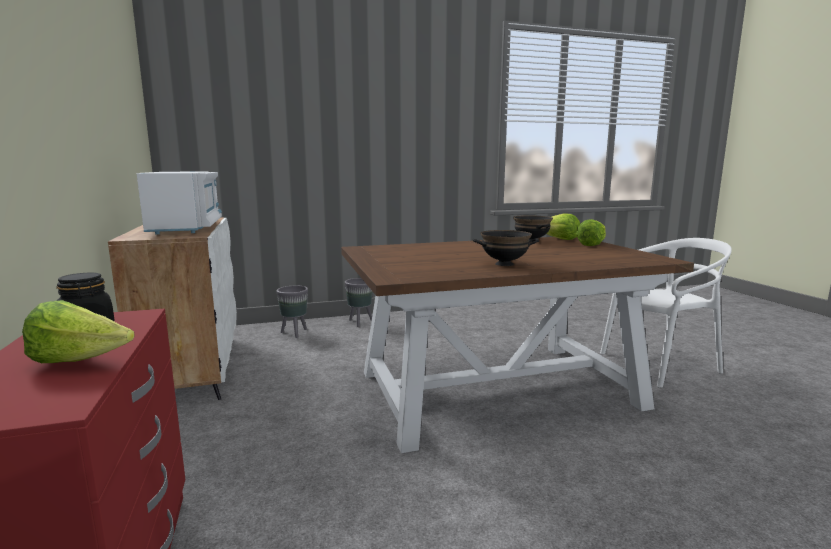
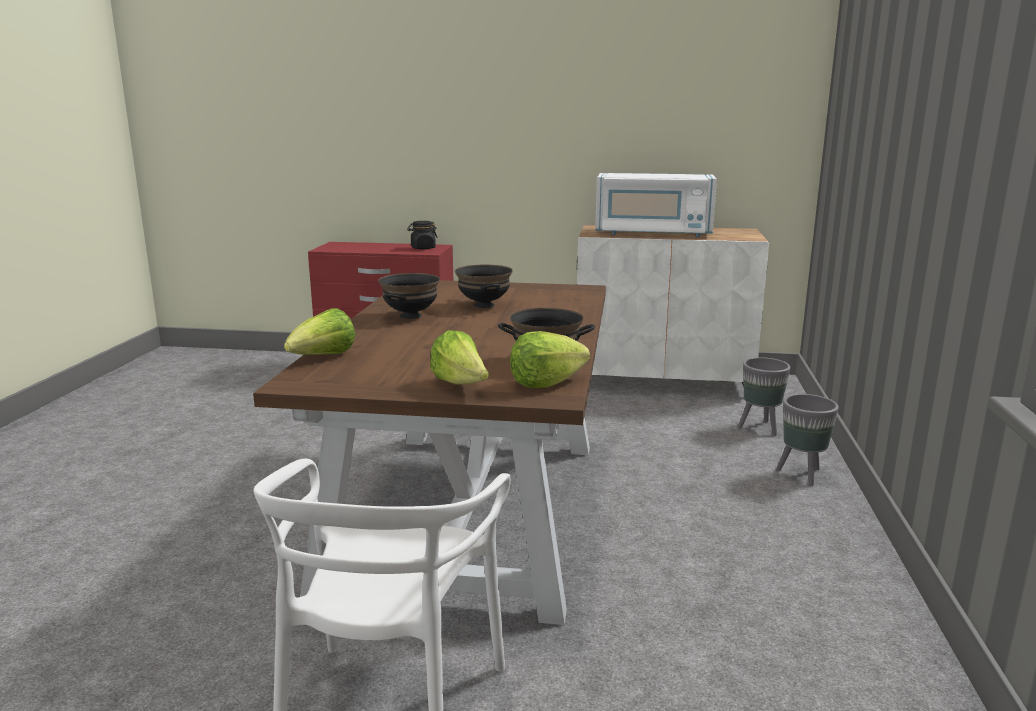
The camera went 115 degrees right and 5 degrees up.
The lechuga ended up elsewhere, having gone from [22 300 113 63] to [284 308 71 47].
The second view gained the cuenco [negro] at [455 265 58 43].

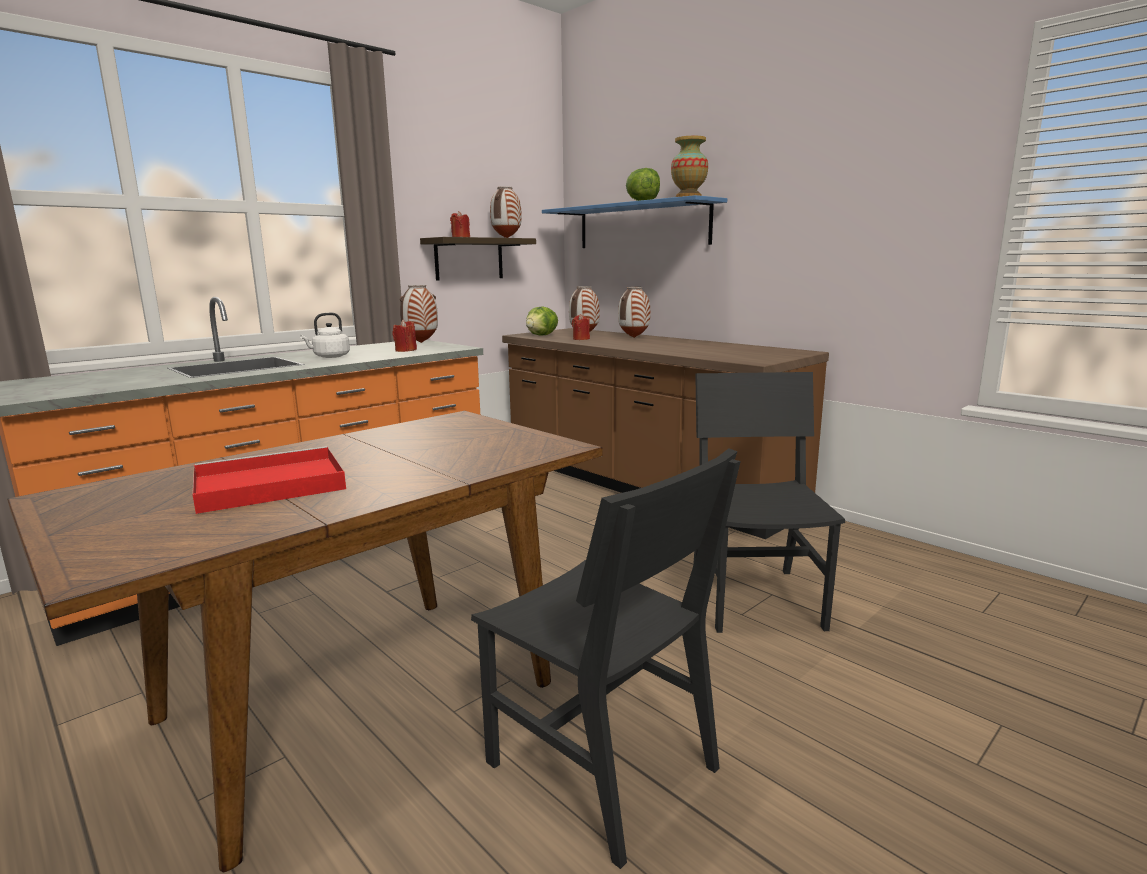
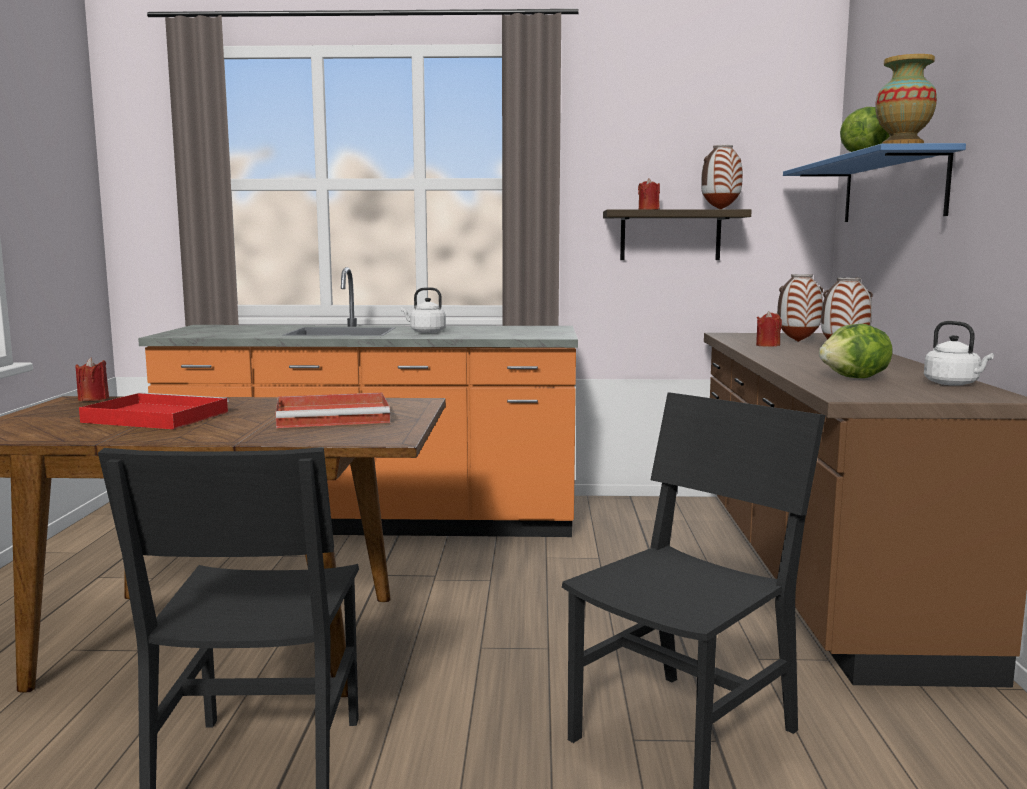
The camera went 45 degrees right and 5 degrees down.
The second view lost the florero at [400 285 38 58].
The lechuga ended up elsewhere, having gone from [526 306 32 29] to [819 324 74 54].
The vela [rojo] ended up elsewhere, having gone from [392 320 25 32] to [75 357 34 44].
The second view gained the hervidor [blanco] at [924 321 70 65].
The second view gained the bandeja [rojo] at [275 393 116 35].

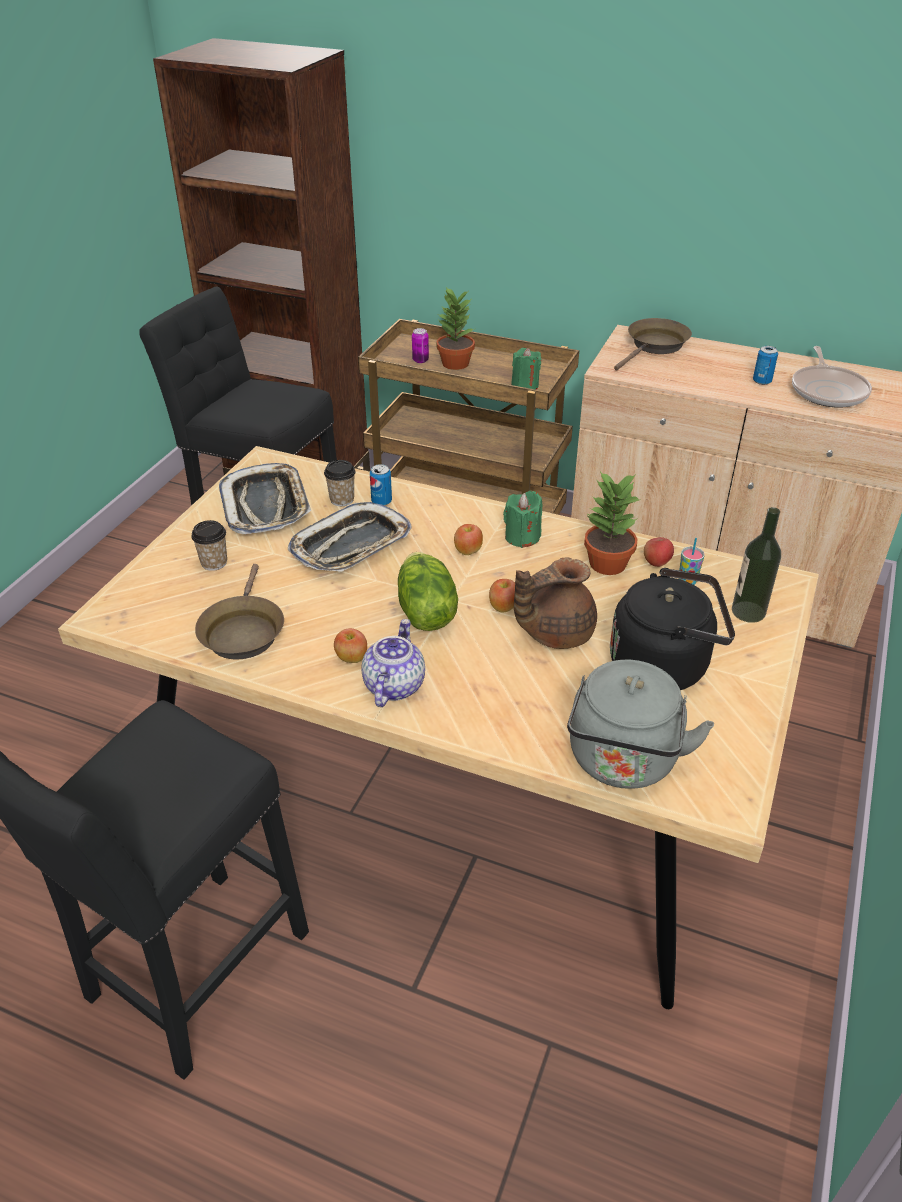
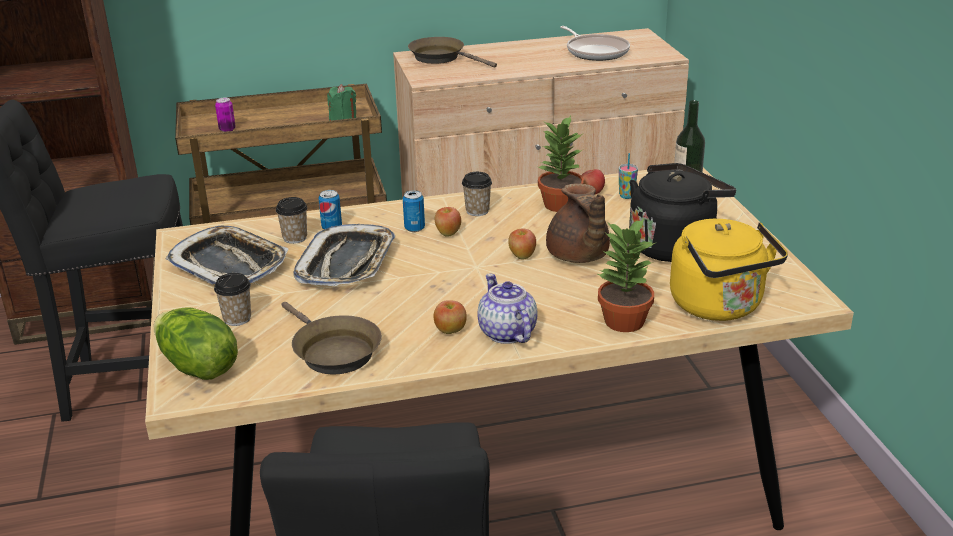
The camera went 35 degrees left and 10 degrees down.
The planta en maceta ended up elsewhere, having gone from [436 287 39 83] to [596 219 59 113].
The sartén [marrón] at [614 318 78 52] ended up facing another way, 60 degrees counterclockwise from before.
The lata ended up elsewhere, having gone from [753 346 25 39] to [403 190 22 42].
Where the vela [verde] stood at [503 491 39 57], the taza came to stand at [462 172 30 44].
The lechuga ended up elsewhere, having gone from [398 552 60 79] to [154 307 84 73].
The tetera [marrón] at [514 558 83 91] ended up facing another way, 45 degrees counterclockwise from before.
What was the hervidor [gris] at [567 660 147 129] turned into the hervidor [amarillo] at [670 219 118 102].

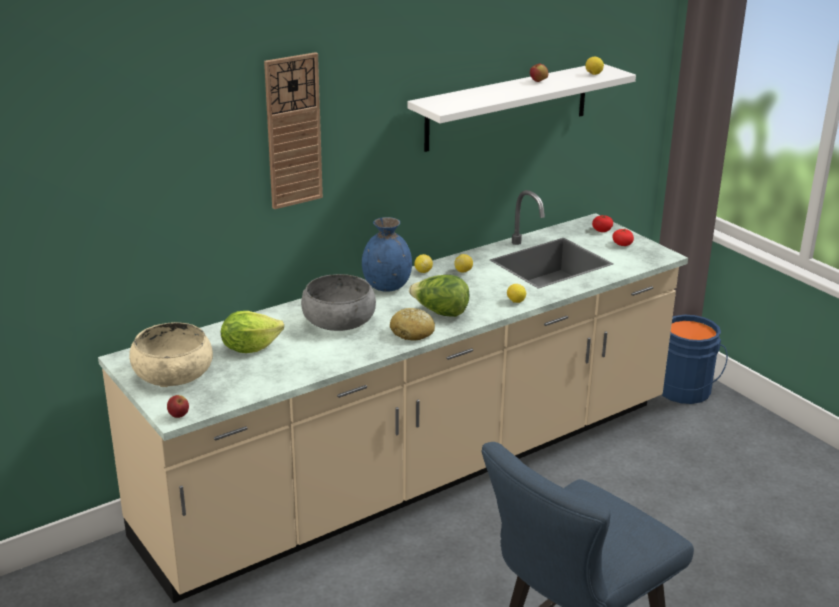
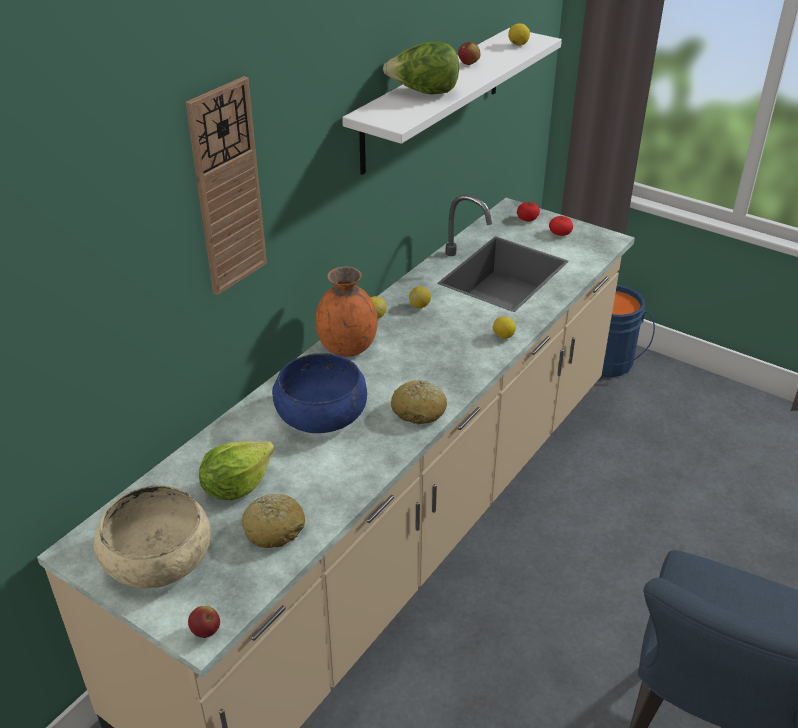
The camera went 20 degrees left and 10 degrees up.
What was the florero [azul] at [362 217 50 75] turned into the florero [naranja] at [315 267 63 90].
What was the cuenco [gris] at [301 274 75 57] turned into the cuenco [azul] at [272 353 95 80].
The lechuga ended up elsewhere, having gone from [409 275 60 42] to [383 41 76 53].
The second view gained the pan at [242 494 63 54].

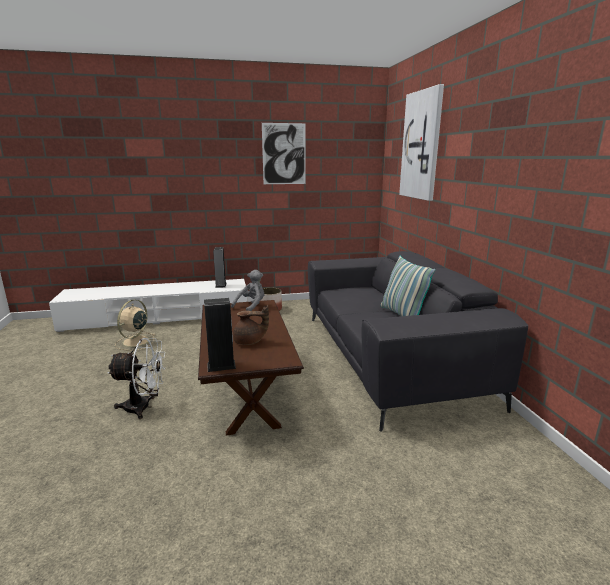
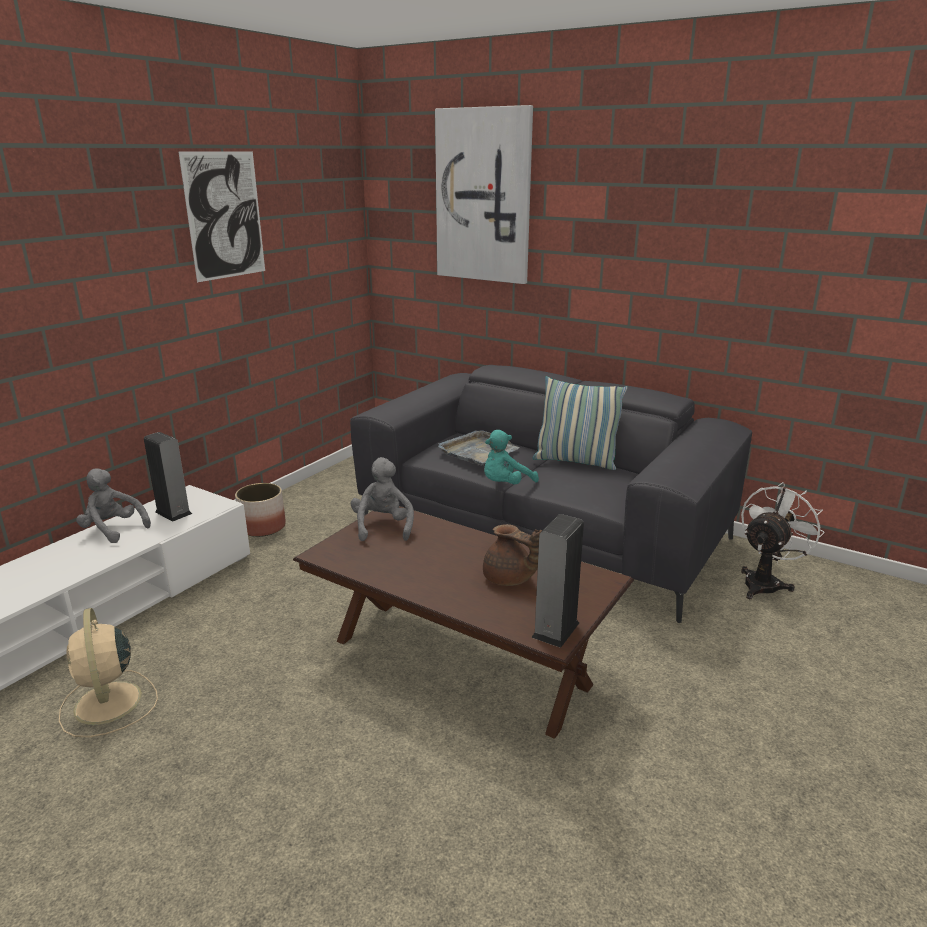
The camera went 45 degrees left and 5 degrees up.
The tetera [marrón] at [233 305 36 40] ended up facing another way, 90 degrees clockwise from before.
The ventilador [blanco] ended up elsewhere, having gone from [107 338 59 81] to [741 482 84 117].
The second view gained the bandeja [gris] at [438 430 82 35].
The second view gained the peluche [turquesa] at [484 430 55 55].
The second view gained the peluche [gris] at [76 469 75 74].

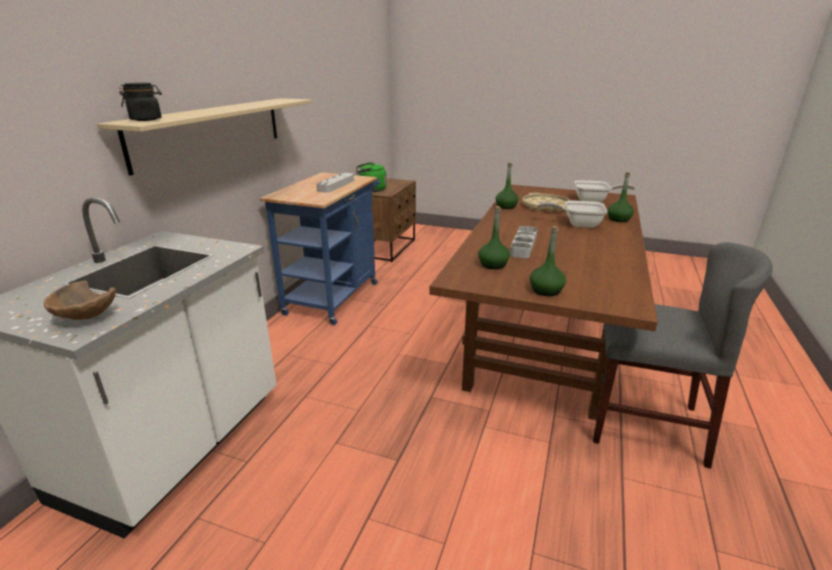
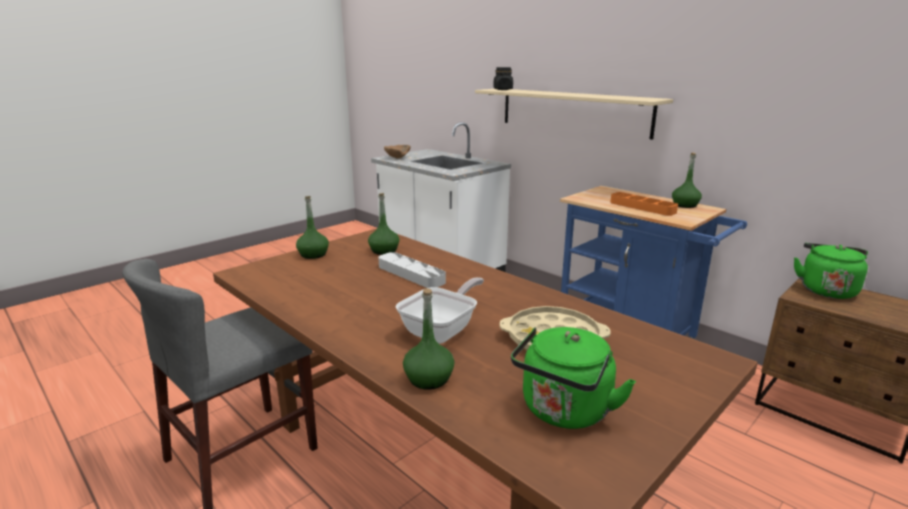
The camera went 115 degrees right and 5 degrees down.
The botella [verde] ended up elsewhere, having gone from [495 163 24 46] to [672 152 30 56].
What was the bandeja [gris] at [316 173 38 20] turned into the bandeja [naranja] at [610 192 68 24].
Where the sartén stood at [575 180 60 22], the hervidor [verde] came to stand at [511 327 125 102].

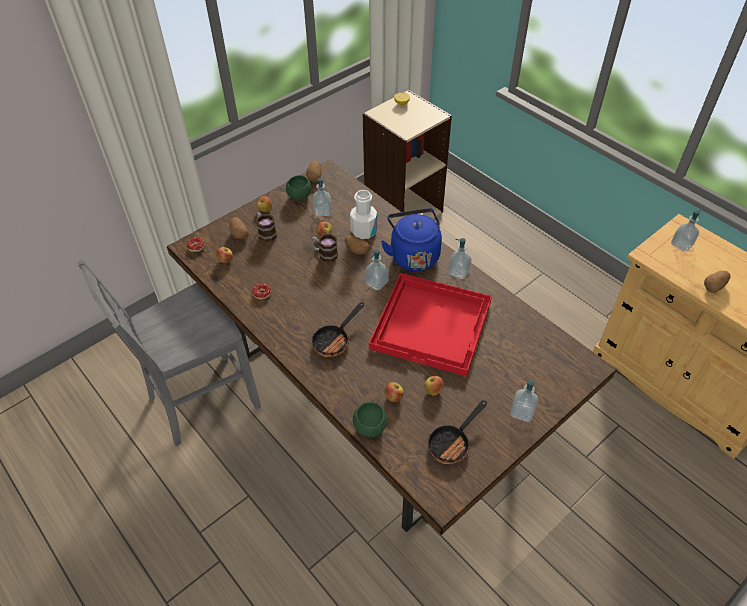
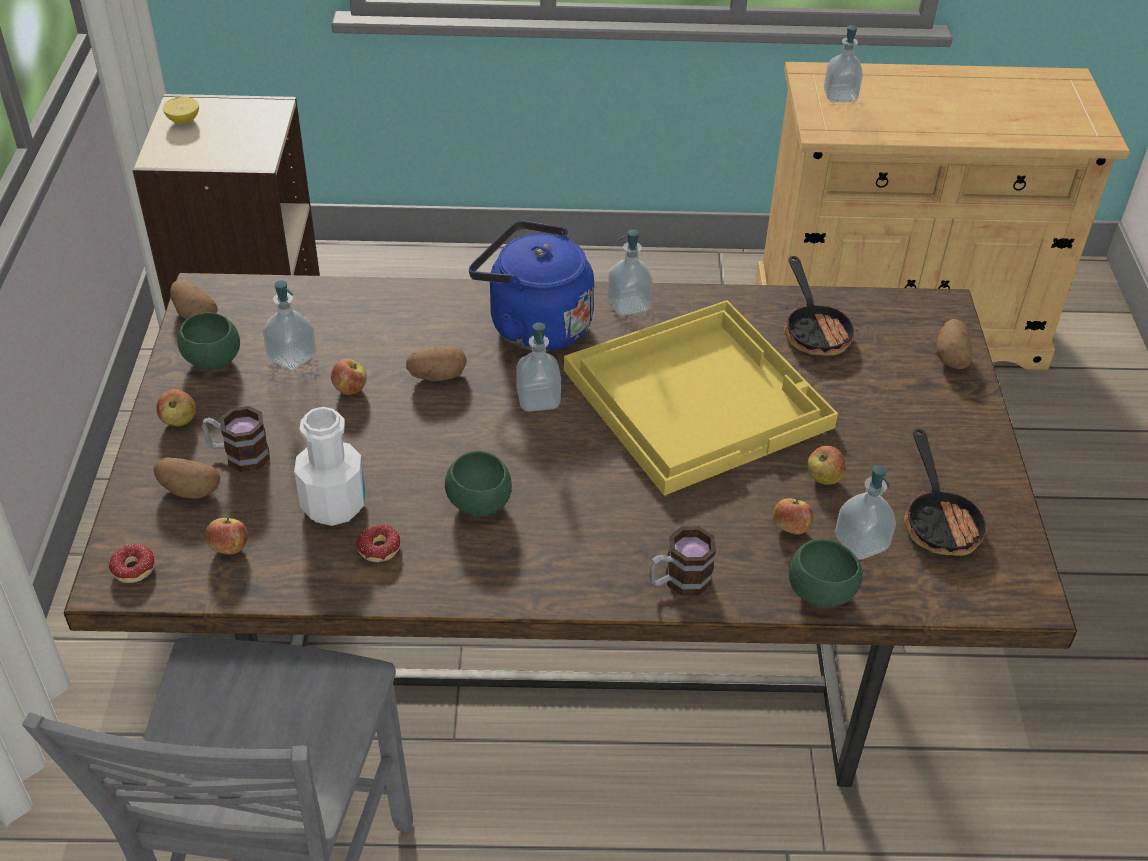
The camera went 50 degrees left and 5 degrees down.
The botella [blanco] ended up elsewhere, having gone from [350 190 27 49] to [294 407 71 119].
The taza grande ended up elsewhere, having gone from [311 234 27 28] to [650 526 66 70].
The patata ended up elsewhere, having gone from [704 271 27 22] to [936 319 37 50].
What was the bandeja [rojo] at [369 273 123 104] turned into the bandeja [amarillo] at [564 300 274 196].
The sartén ended up elsewhere, having gone from [311 302 53 55] to [784 256 74 100].
The dispensador de jabón ended up elsewhere, having gone from [510 380 28 42] to [835 465 61 95].
The second view gained the cuenco [verde] at [445 451 67 65].

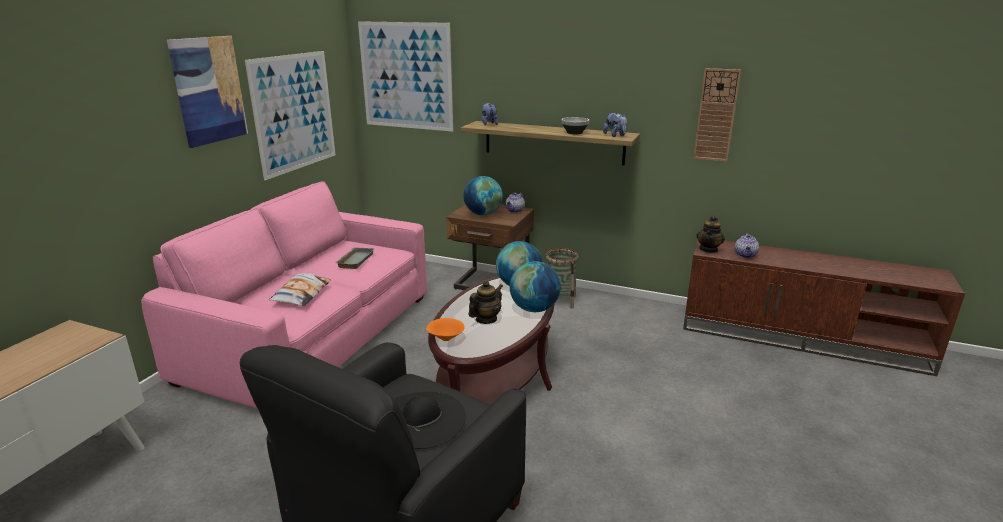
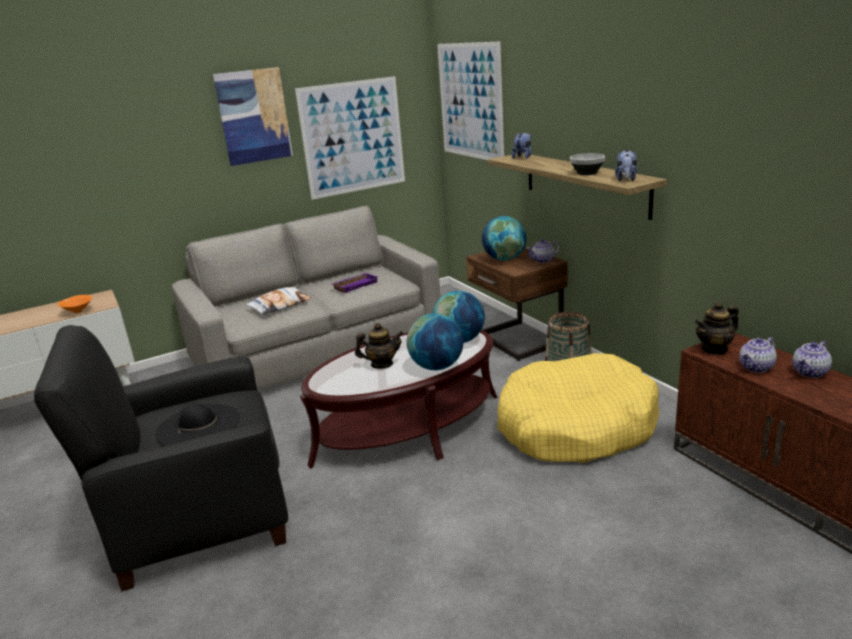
The camera went 40 degrees right and 0 degrees up.
The second view lost the reloj de pared at [693 68 48 94].
What was the sofá [rosa] at [141 181 286 228] turned into the sofá [gris] at [172 206 269 185].
What was the bandeja [gris] at [336 247 38 22] turned into the bandeja [morado] at [332 273 46 20].
The cuenco [naranja] ended up elsewhere, having gone from [426 318 39 23] to [57 295 35 18].
The second view gained the tetera at [792 341 40 37].
The second view gained the cama para perro [amarillo] at [497 353 163 110].

